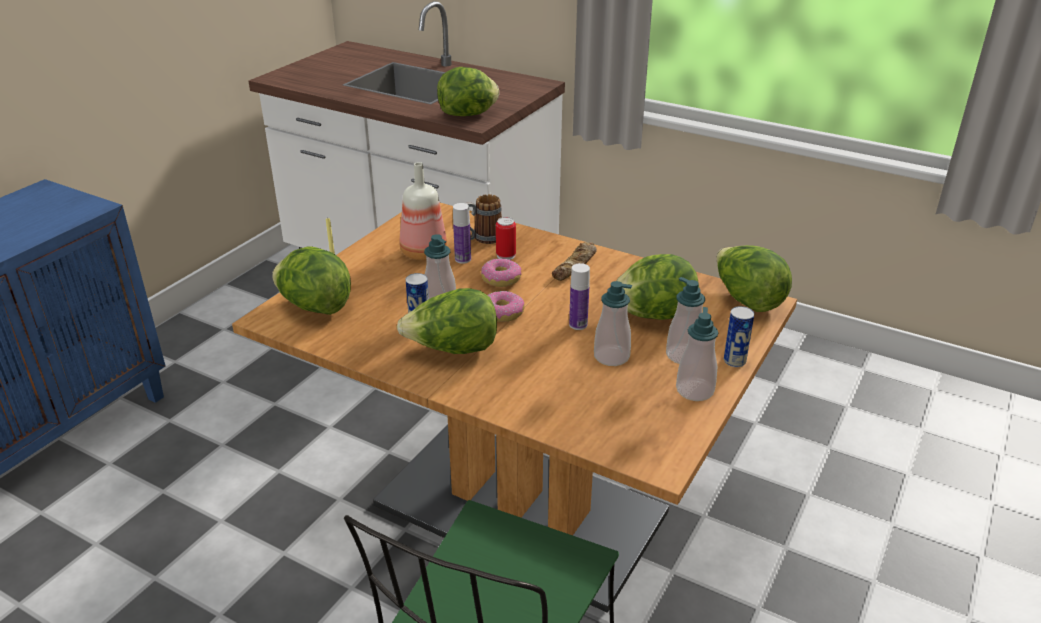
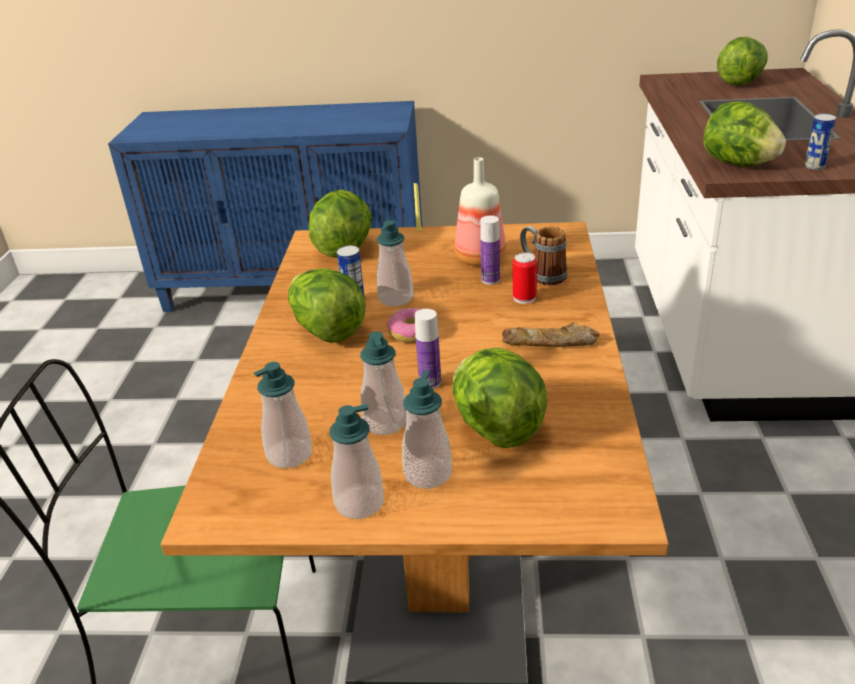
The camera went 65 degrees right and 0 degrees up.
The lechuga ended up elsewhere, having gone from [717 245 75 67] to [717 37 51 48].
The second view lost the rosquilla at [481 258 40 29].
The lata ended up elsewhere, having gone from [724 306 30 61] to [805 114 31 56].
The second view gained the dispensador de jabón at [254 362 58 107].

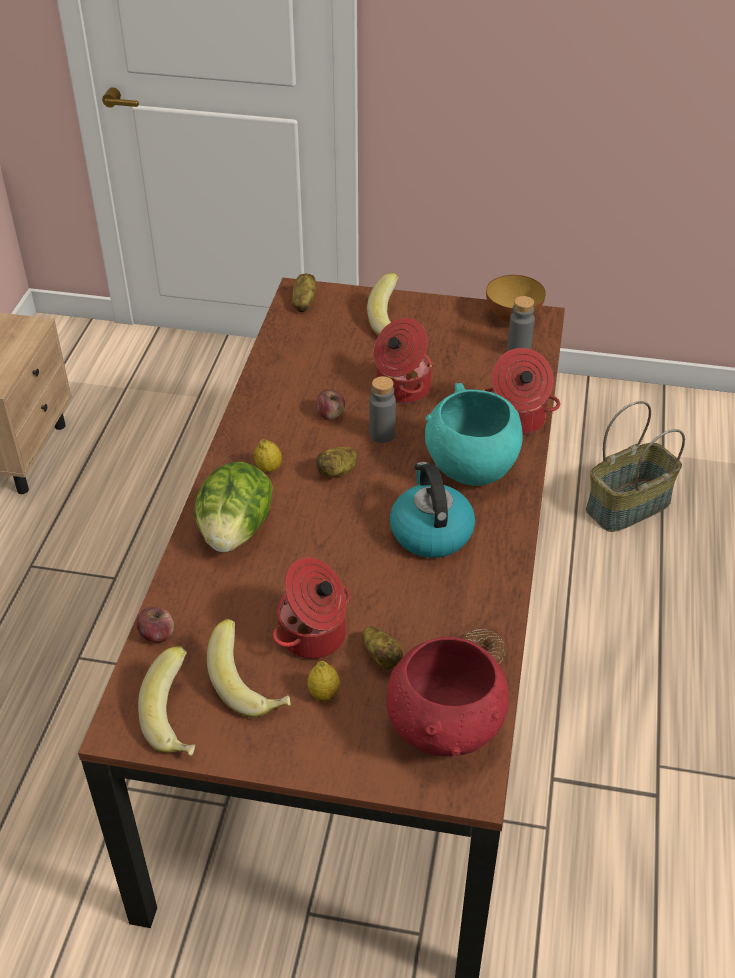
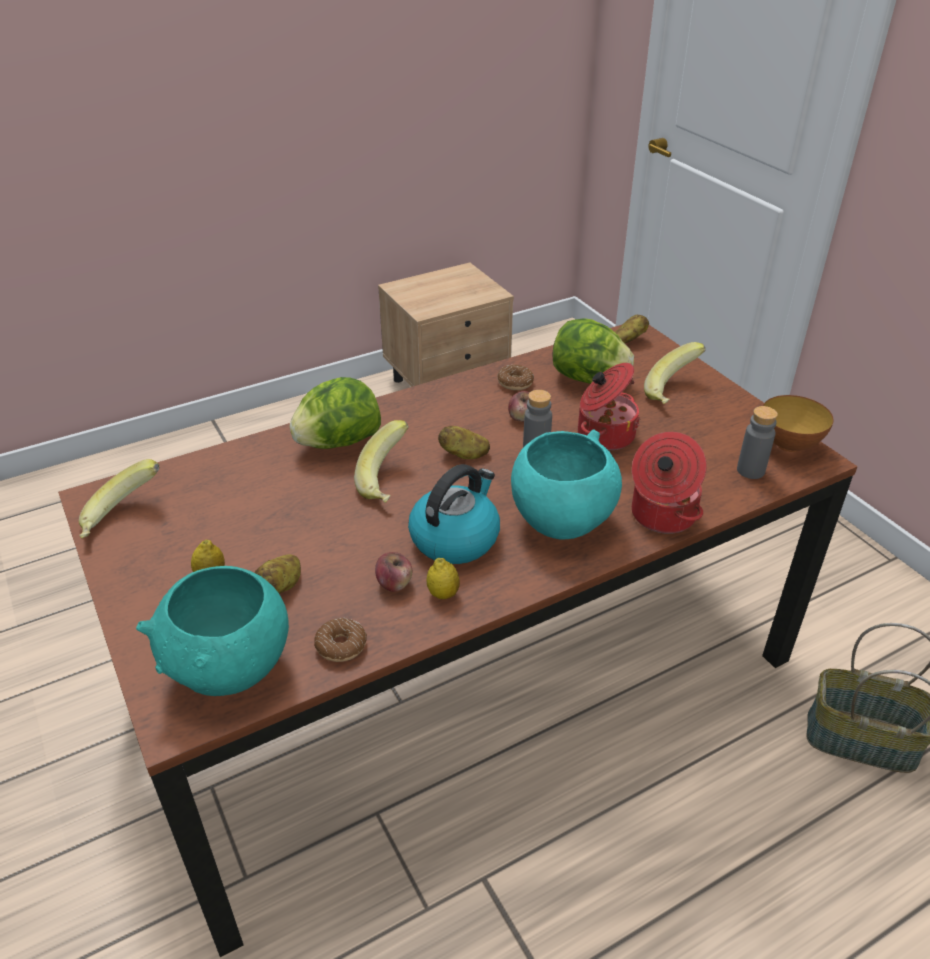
The camera went 50 degrees right and 5 degrees down.
The limón ended up elsewhere, having gone from [254 439 28 33] to [427 558 33 41].
The second view lost the olla at [273 557 78 102].
The manzana ended up elsewhere, having gone from [137 607 37 36] to [375 552 37 40].
The plátano ended up elsewhere, having gone from [207 619 84 99] to [354 420 55 83].
What was the cuenco [rojo] at [387 637 122 119] turned into the cuenco [turquesa] at [136 566 153 130].
The second view gained the lechuga at [553 318 81 66].
The second view gained the rosquilla at [497 365 37 25].

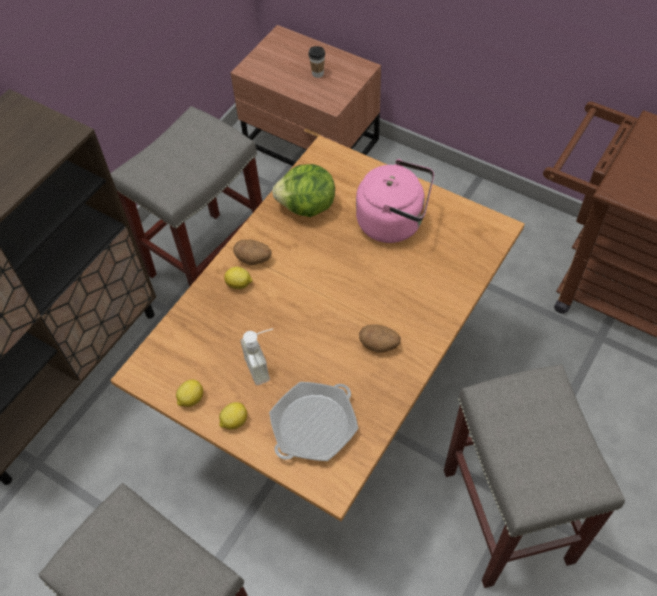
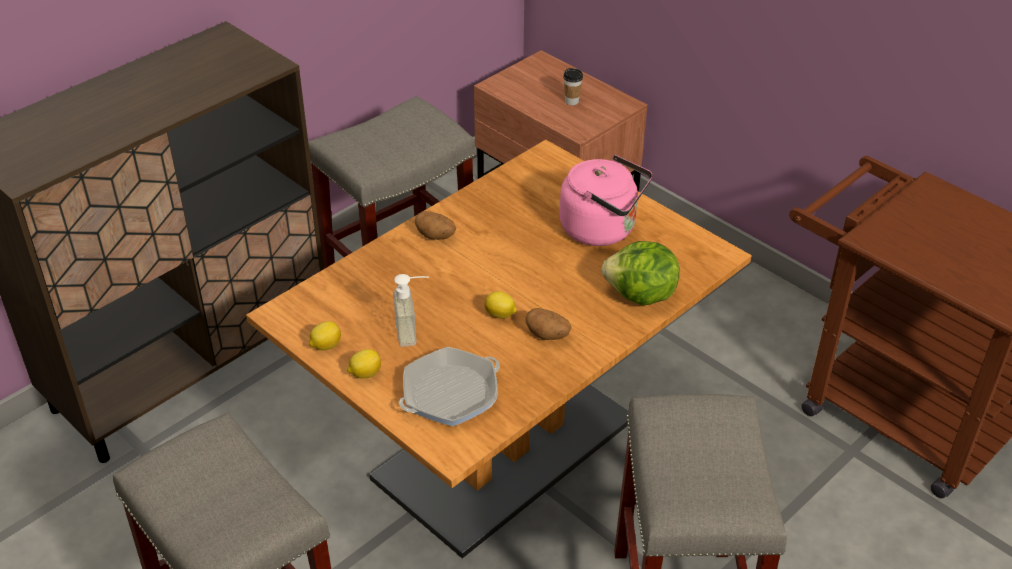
The camera went 10 degrees right and 15 degrees down.
The lechuga ended up elsewhere, having gone from [272 164 63 53] to [602 241 78 65].
The limón ended up elsewhere, having gone from [224 267 29 22] to [484 291 33 28].

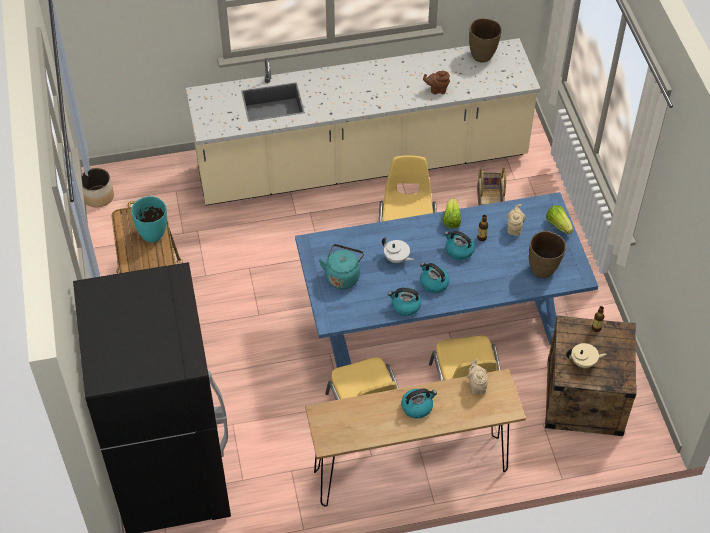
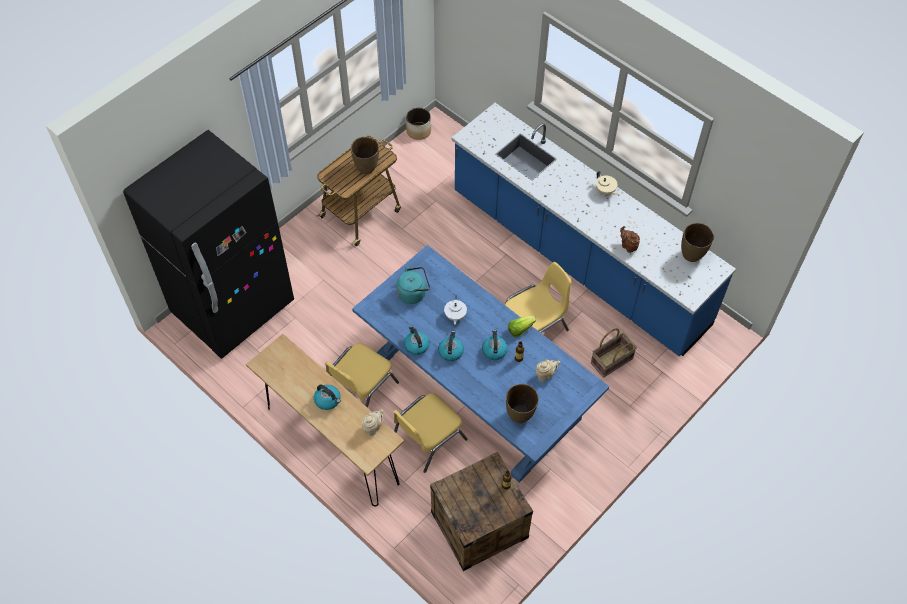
The camera went 55 degrees right and 5 degrees up.
What was the mueble bajo de cocina [beis] at [186 38 355 168] turned into the mueble bajo de cocina [azul] at [451 103 285 253].
What was the florero [turquesa] at [131 196 36 46] turned into the florero [marrón] at [351 137 28 37].
The second view lost the lechuga at [546 205 27 29].
The tetera [beis] ended up elsewhere, having gone from [566 343 41 25] to [596 171 22 24].

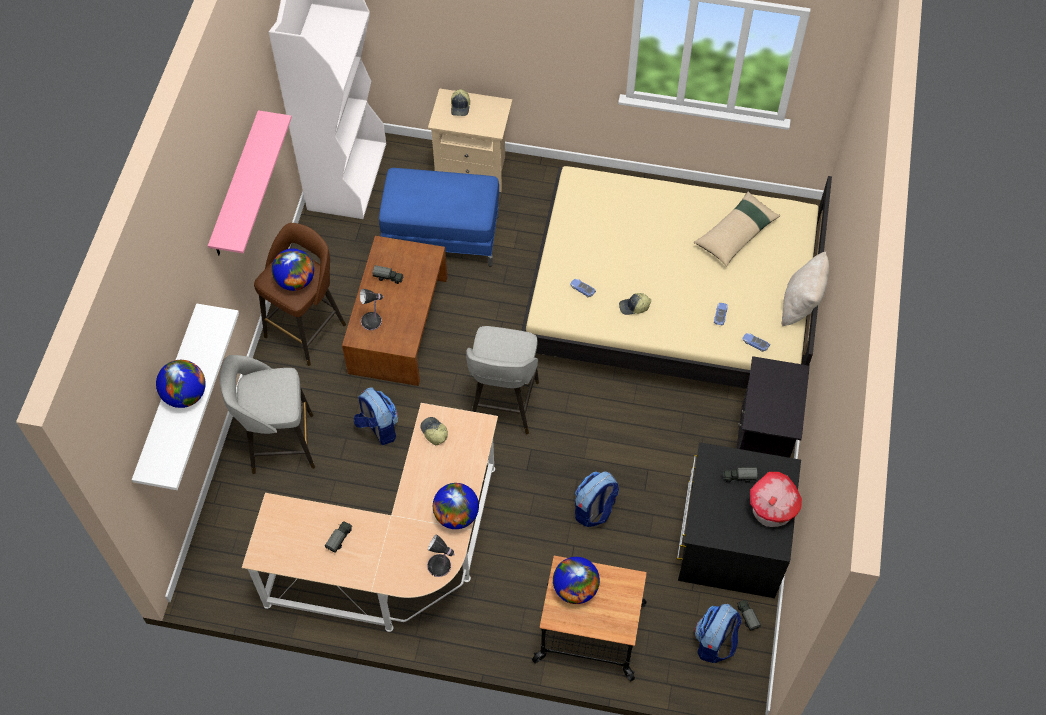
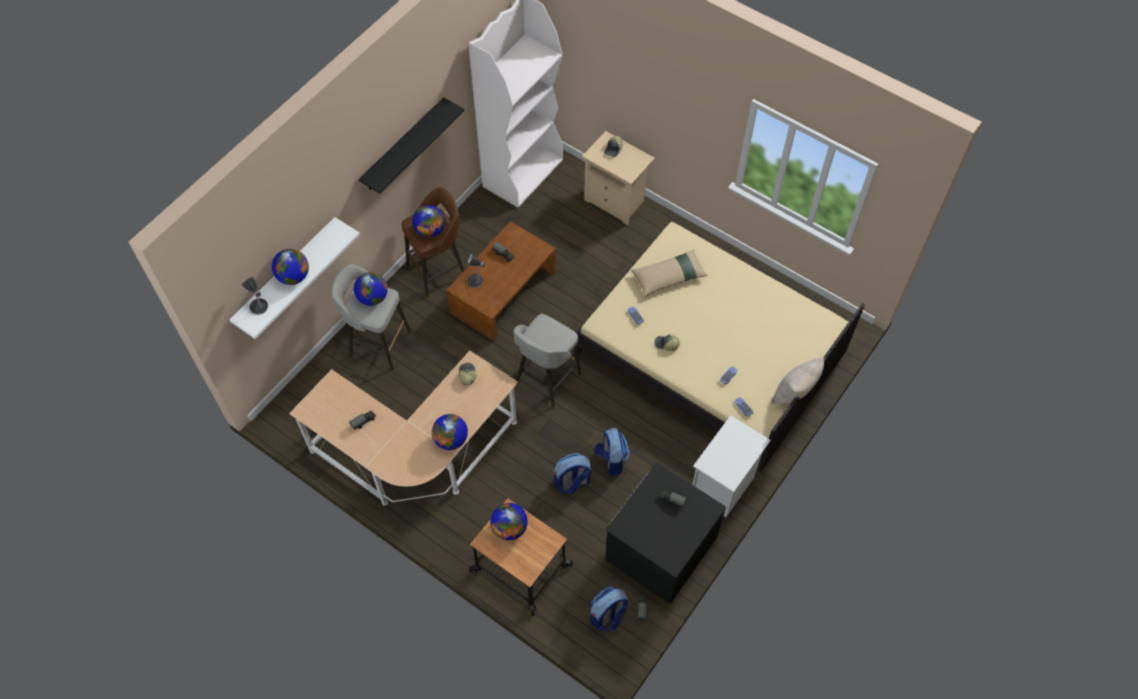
The camera went 25 degrees right and 0 degrees up.
What was the estante [rosa] at [208 110 84 145] turned into the estante [negro] at [359 97 105 97].
The second view lost the puf [azul] at [379 168 120 99].
The cojín [beis] ended up elsewhere, having gone from [694 192 86 74] to [631 249 76 47].
What was the mesita de noche [negro] at [736 356 74 102] turned into the mesita de noche [blanco] at [692 415 79 102].
The mochila ended up elsewhere, having gone from [354 387 44 58] to [594 428 36 47].
The second view lost the casita at [750 472 52 55].
The lámpara de mesa ended up elsewhere, having gone from [427 534 28 43] to [242 277 26 38].
The second view gained the globo terráqueo at [354 272 34 34].

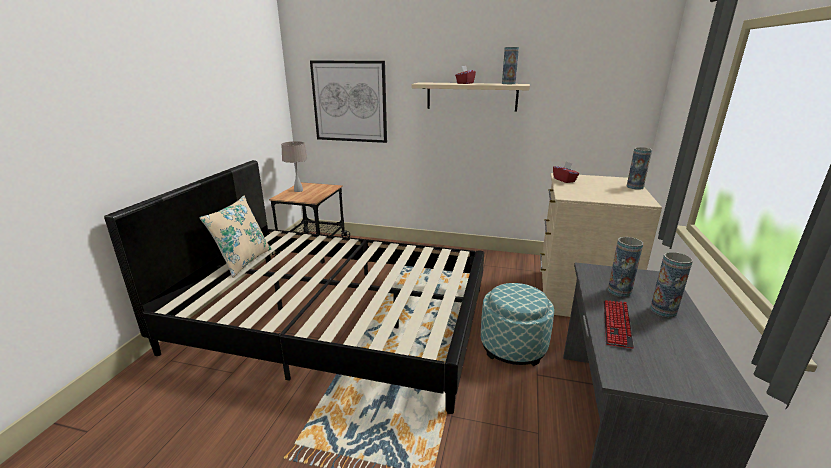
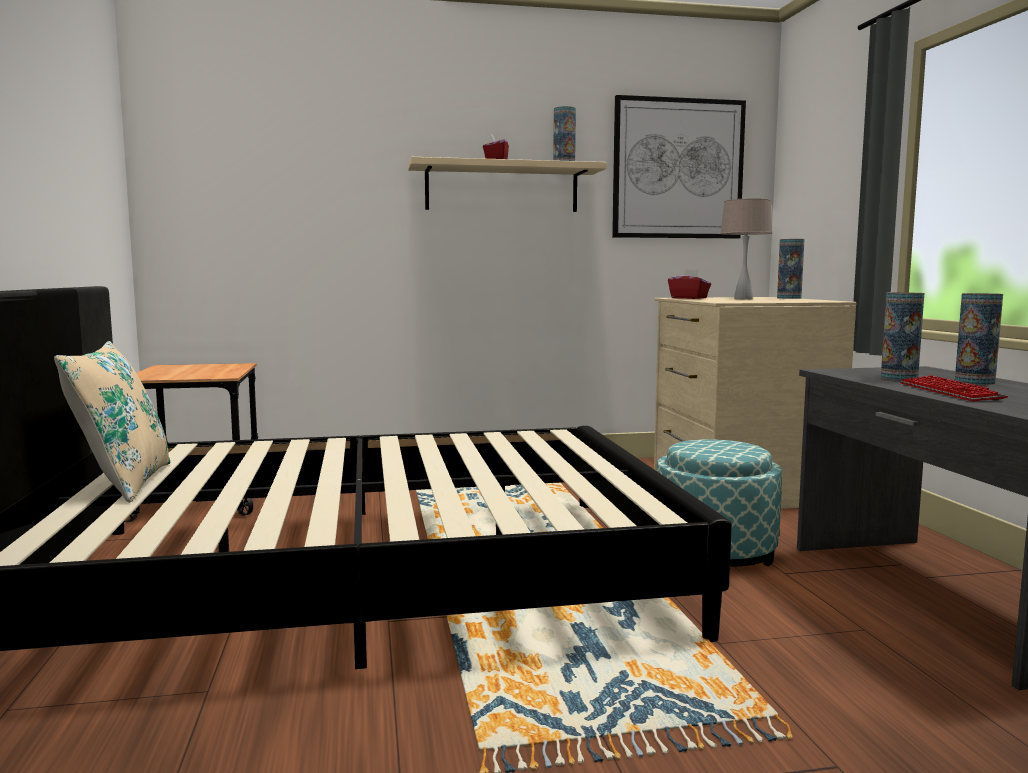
The camera went 25 degrees left and 15 degrees down.
The cuadro ended up elsewhere, having gone from [310 61 77 82] to [612 95 134 143].
The lámpara de mesa [beis] ended up elsewhere, having gone from [281 141 27 51] to [720 198 52 101].

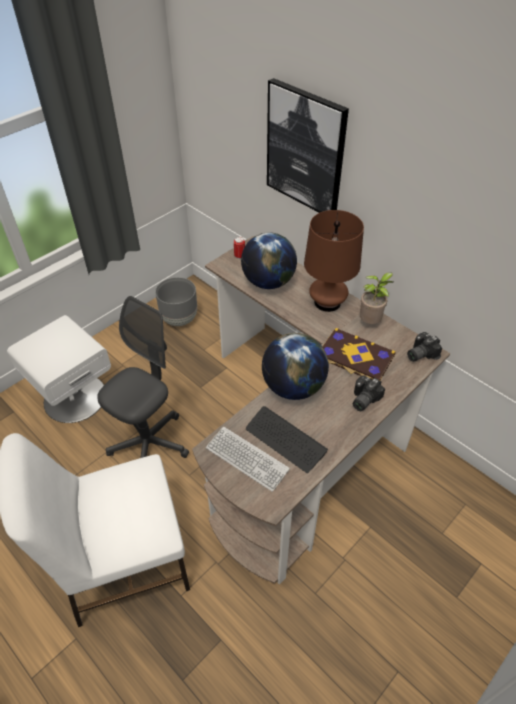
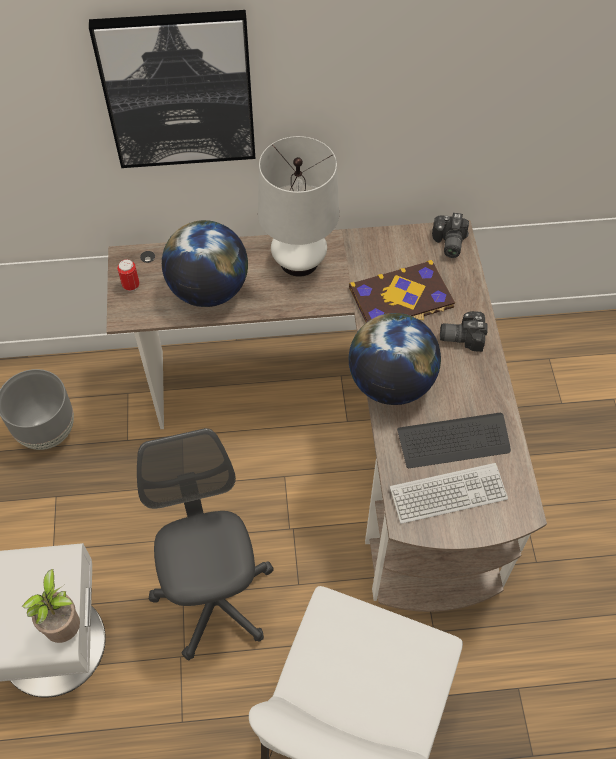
The camera went 50 degrees left and 10 degrees up.
What was the lámpara de mesa [marrón] at [304 210 60 102] turned into the lámpara de mesa [blanco] at [258 136 81 141].
The planta en maceta ended up elsewhere, having gone from [360 272 33 52] to [22 569 58 74].
The cámara at [353 376 32 35] ended up facing another way, 105 degrees clockwise from before.

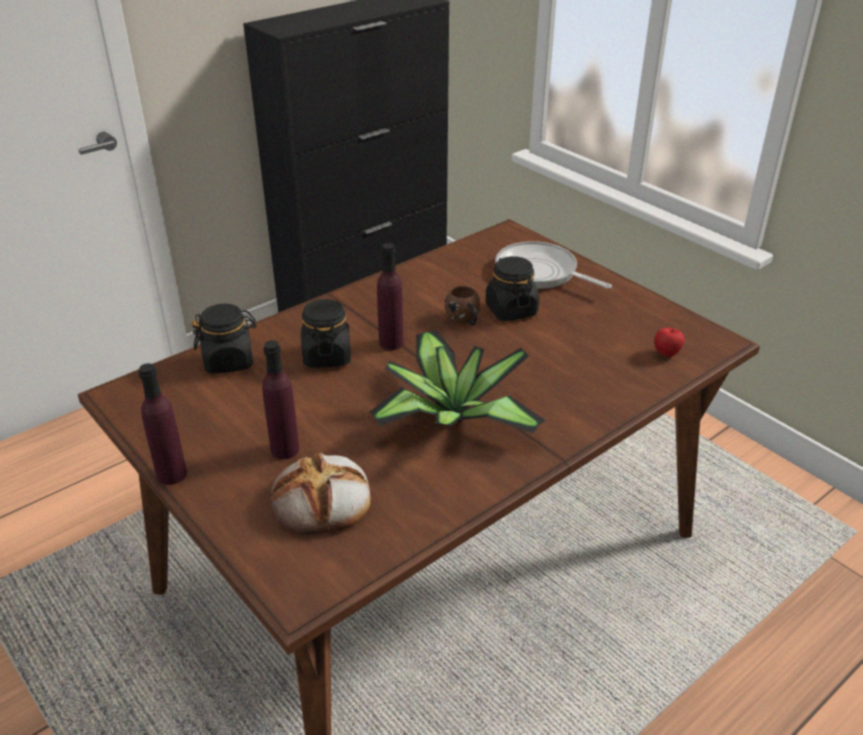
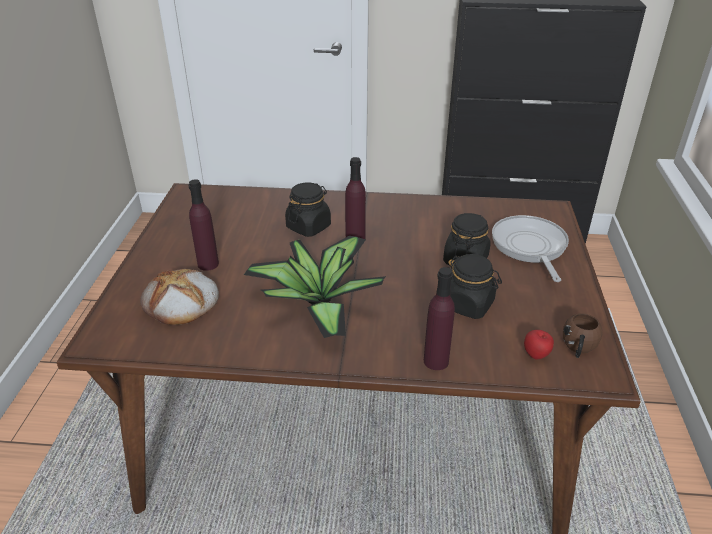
The camera went 45 degrees right and 0 degrees up.
The taza grande [marrón] ended up elsewhere, having gone from [445 286 35 40] to [563 313 40 45].
The tarro [negro] ended up elsewhere, having gone from [192 303 64 71] to [447 254 55 65].
The botella [morado] ended up elsewhere, having gone from [138 363 49 122] to [424 267 31 103].

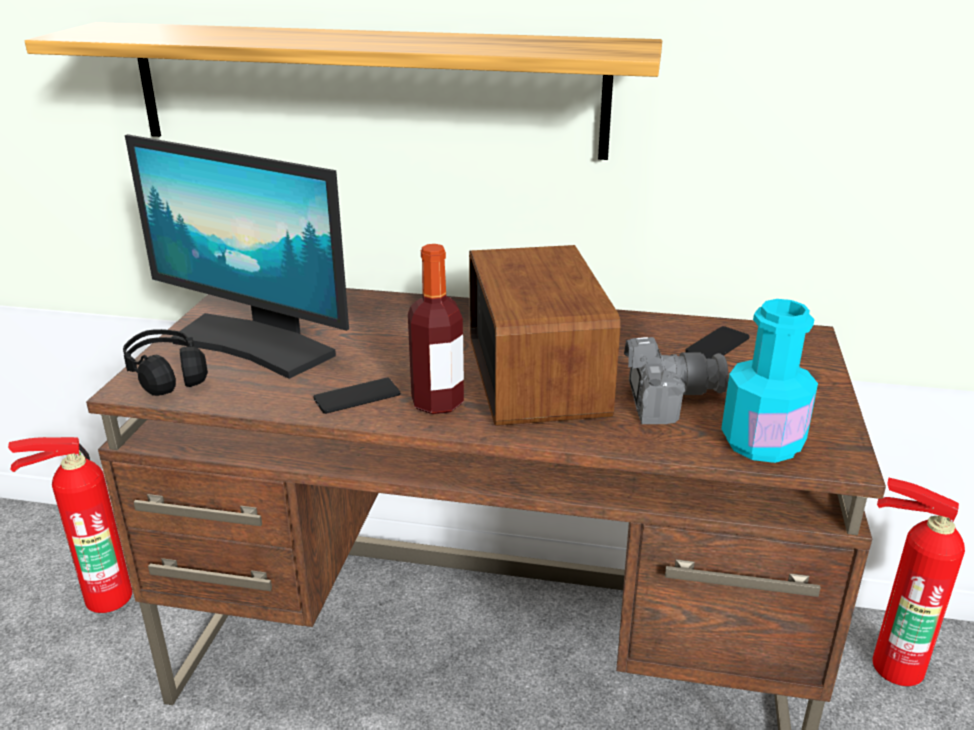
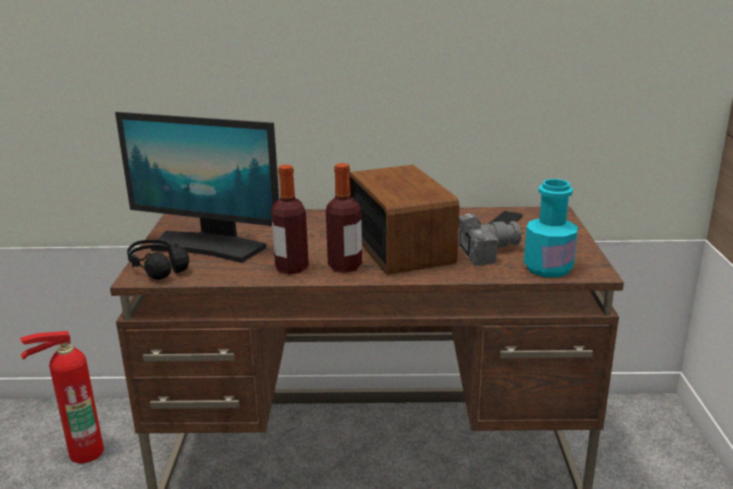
The camera went 10 degrees left and 5 degrees down.
The second view lost the estante at [25 22 637 138].
Where the móvil stood at [313 378 87 36], the botella came to stand at [271 165 38 109].
The second view lost the extintor at [872 478 93 208].

